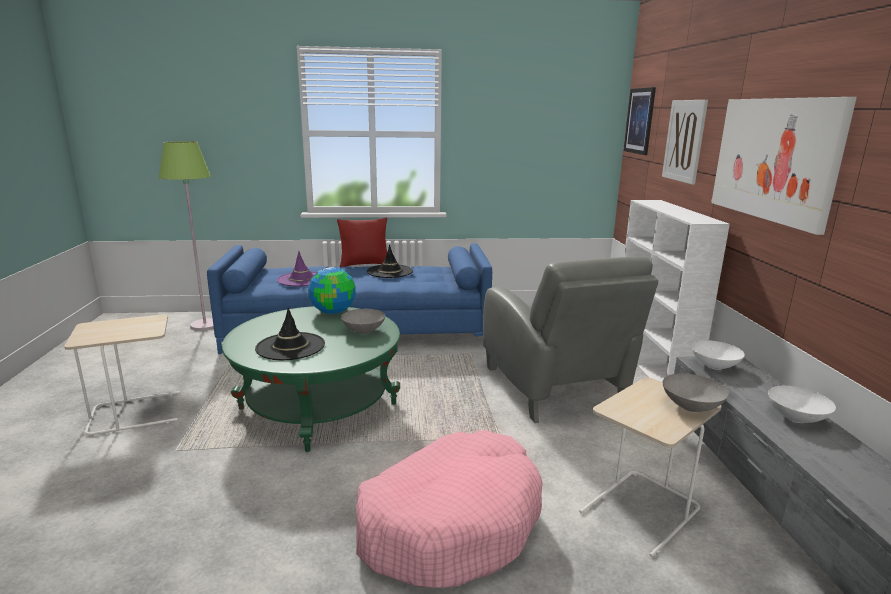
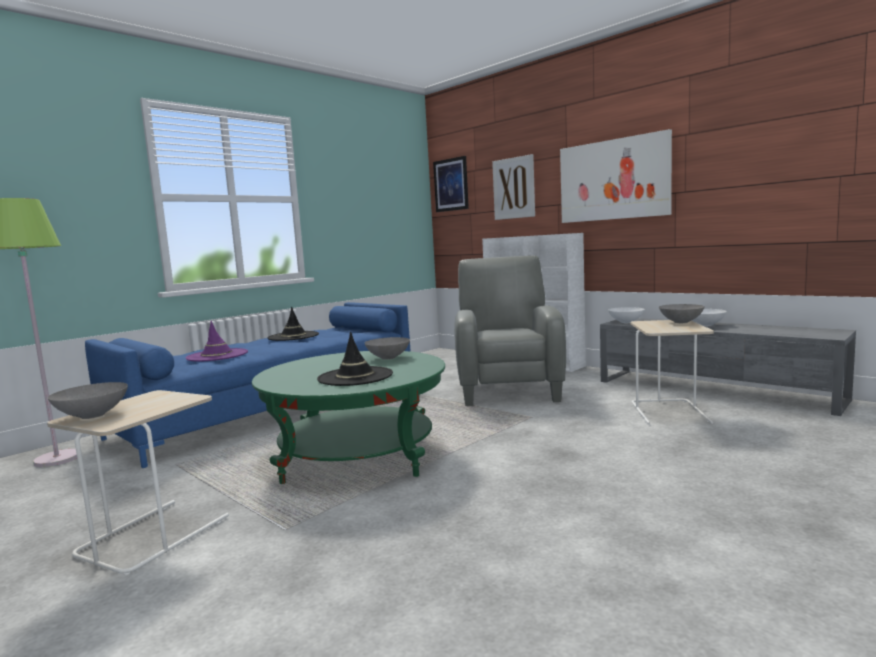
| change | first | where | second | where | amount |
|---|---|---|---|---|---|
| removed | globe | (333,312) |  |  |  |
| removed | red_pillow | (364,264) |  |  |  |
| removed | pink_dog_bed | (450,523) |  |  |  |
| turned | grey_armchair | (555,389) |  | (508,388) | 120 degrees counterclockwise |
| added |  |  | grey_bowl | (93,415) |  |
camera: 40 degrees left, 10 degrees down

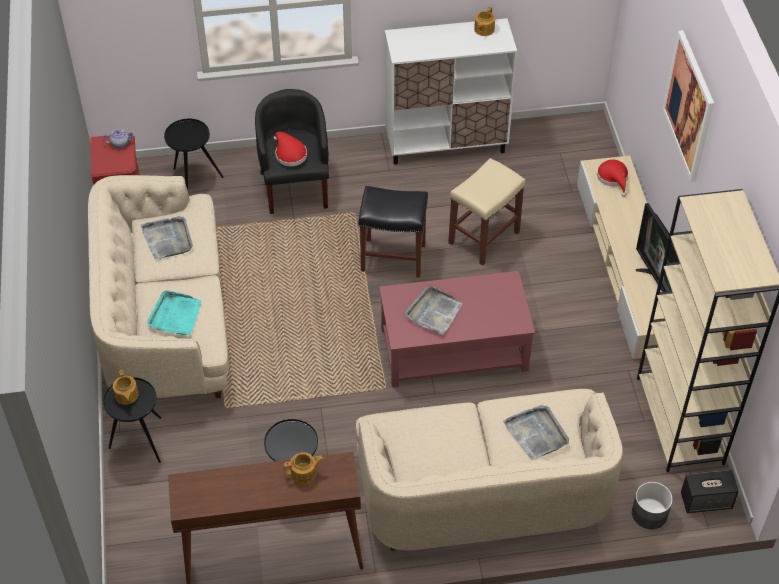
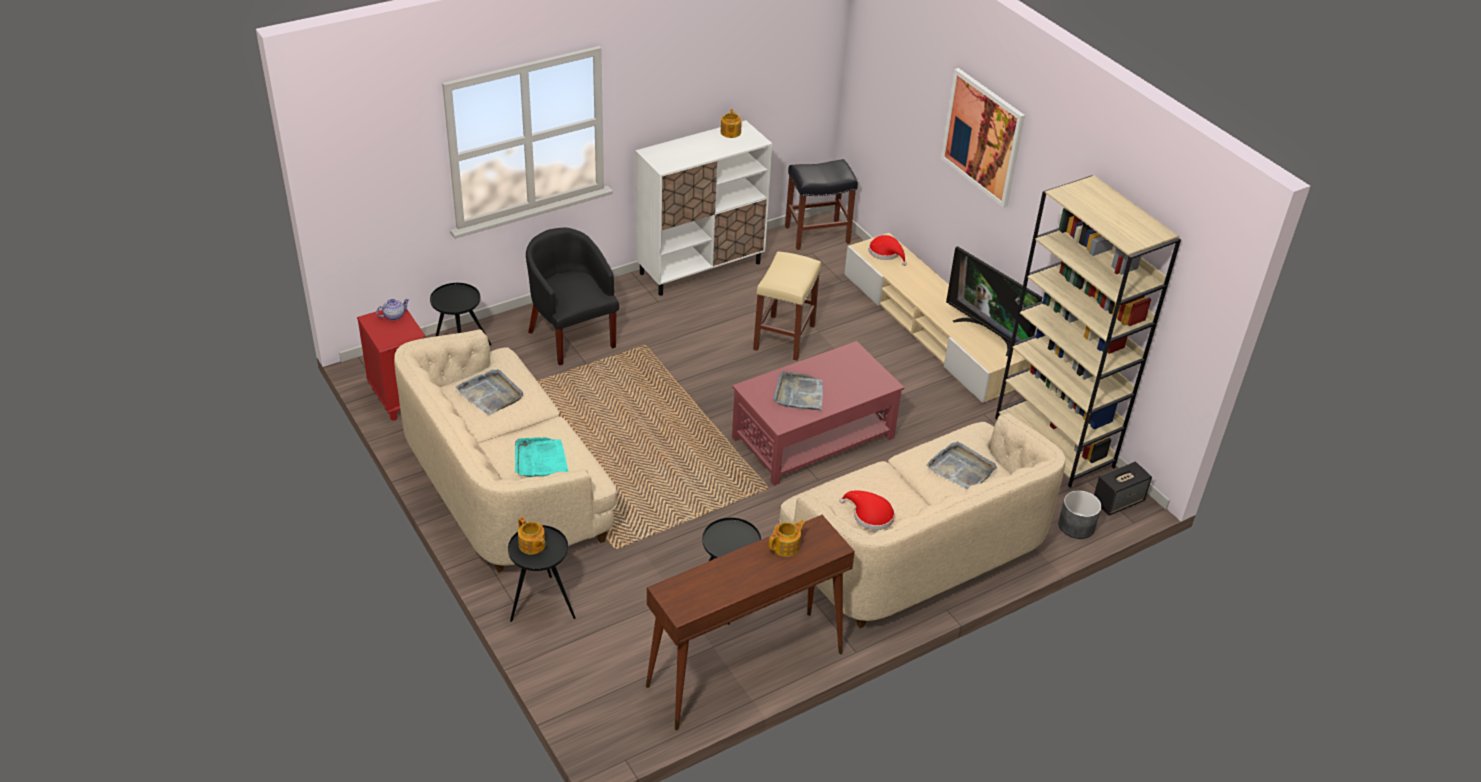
| change | first | where | second | where | amount |
|---|---|---|---|---|---|
| moved | red_hat | (289,154) |  | (870,515) |  |
| moved | black_stool | (394,257) |  | (818,234) |  |
camera: 25 degrees left, 10 degrees down

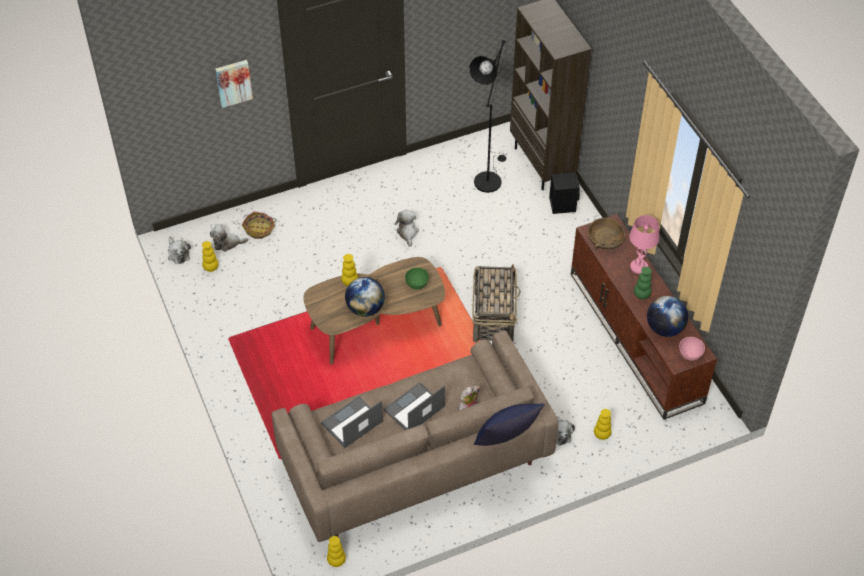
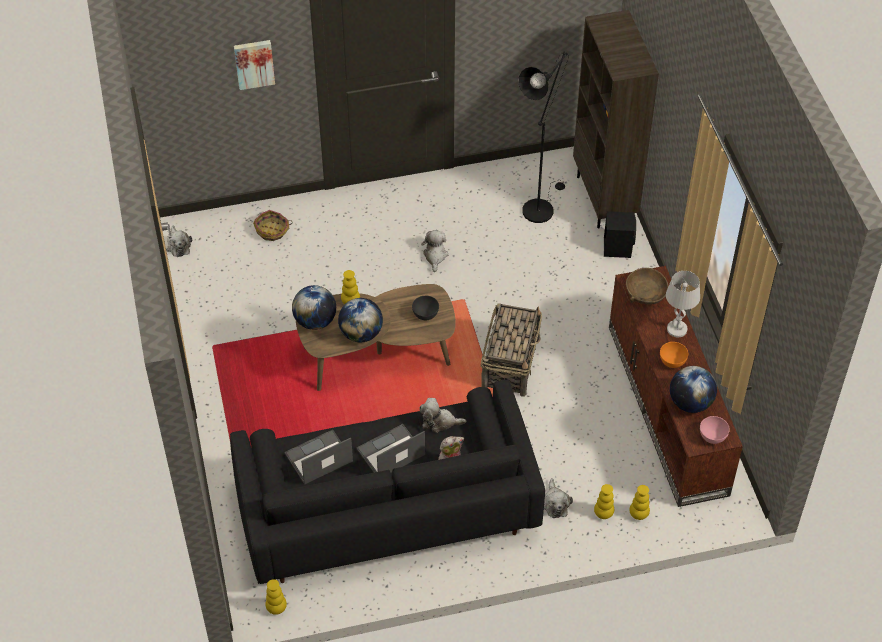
| change | first | where | second | where | amount |
|---|---|---|---|---|---|
| moved | yellow_vase | (211,268) |  | (638,514) |  |
| moved | plush_toy | (227,243) |  | (439,422) |  |
| recoloured | beige_sofa | (414,459) | black_sofa | (387,509) |  |
| recoloured | green_bowl | (417,284) | grey_bowl | (425,315) |  |
| removed | blue_pillow | (507,441) |  |  |  |
| recoloured | pink_table_lamp | (638,267) | white_table_lamp | (676,329) |  |
| replaced | green_vase | (641,295) | orange_bowl | (672,362) |  |
| added |  |  | globe | (315,321) |  |
camera: 10 degrees right, 0 degrees up

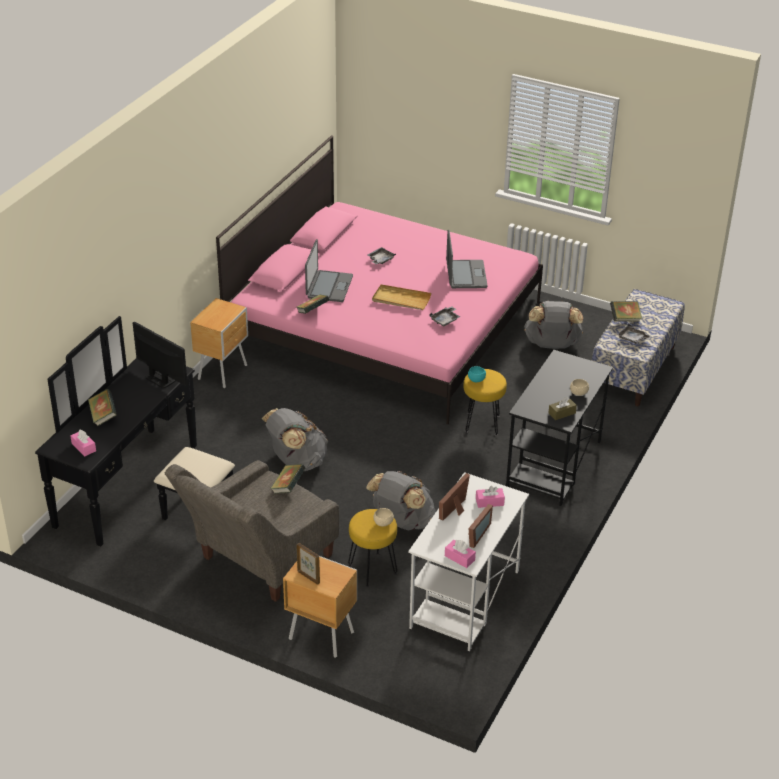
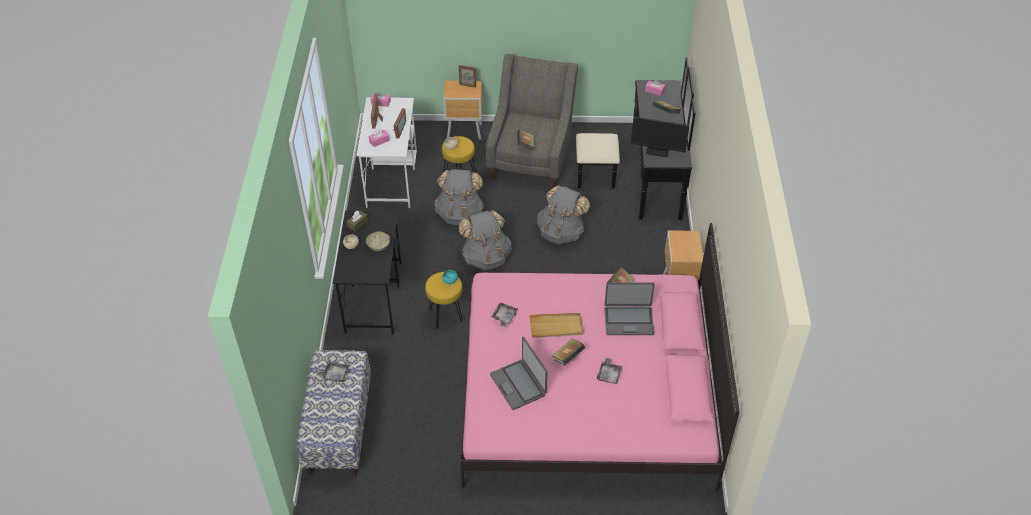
| change | first | where | second | where | amount |
|---|---|---|---|---|---|
| turned | laptop | (329,287) |  | (628,320) | 75 degrees counterclockwise |
| moved | grey_backpack | (552,345) |  | (486,257) |  |
| moved | book | (625,319) |  | (568,357) |  |
| added |  |  | bowl | (379,247) |  |
camera: 155 degrees right, 10 degrees up

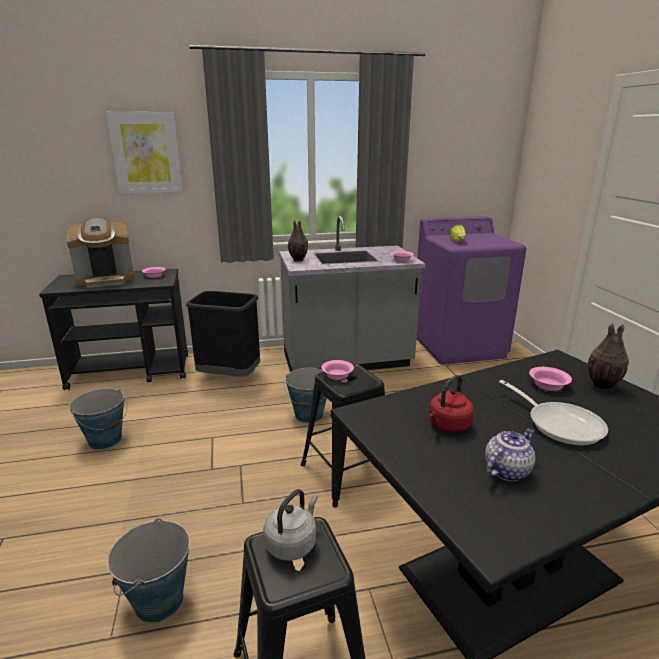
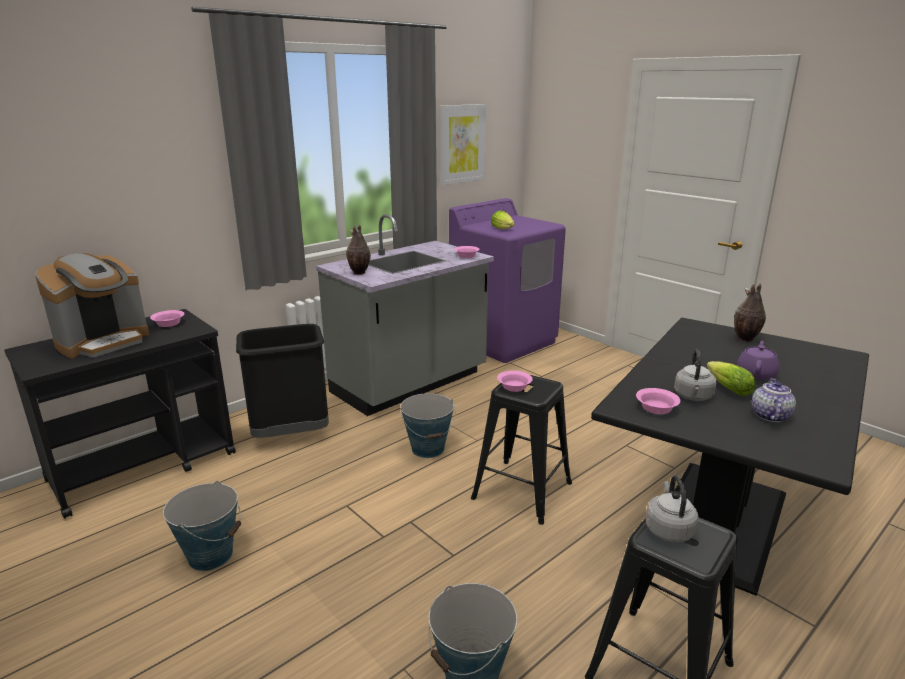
| change | first | where | second | where | amount |
|---|---|---|---|---|---|
| moved | picture | (146,153) |  | (461,144) |  |
| recoloured | red_kettle | (448,425) | grey_kettle | (693,397) |  |
| replaced | frying_pan | (559,424) | purple_teapot | (756,373) |  |
| moved | pink_bowl | (549,385) |  | (656,408) |  |
| added |  |  | lettuce | (726,388) |  |
camera: 30 degrees left, 0 degrees up

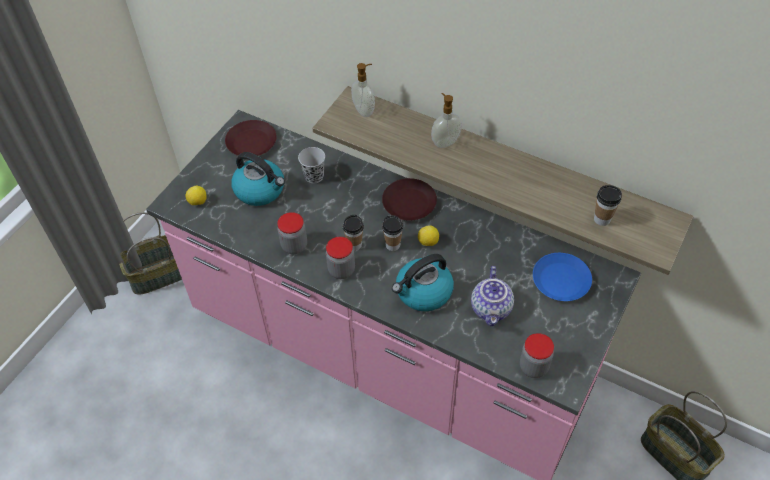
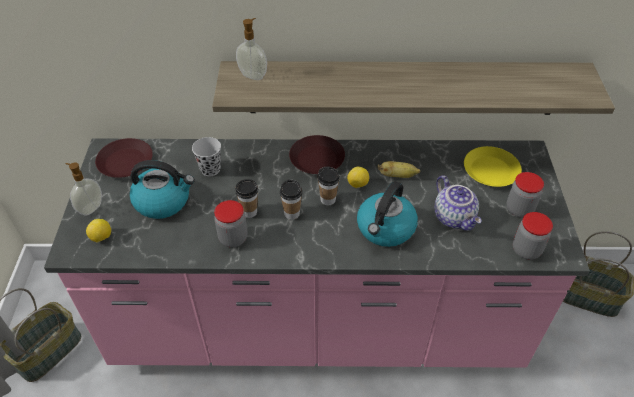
| change | first | where | second | where | amount |
|---|---|---|---|---|---|
| moved | jar | (341,270) |  | (519,209) |  |
| moved | soap_dispenser | (445,142) |  | (90,208) |  |
| recoloured | blue_plate | (561,280) | yellow_plate | (491,170) |  |
| moved | cup | (602,219) |  | (249,212) |  |
| added |  |  | banana | (397,176) |  |
camera: 30 degrees left, 5 degrees down

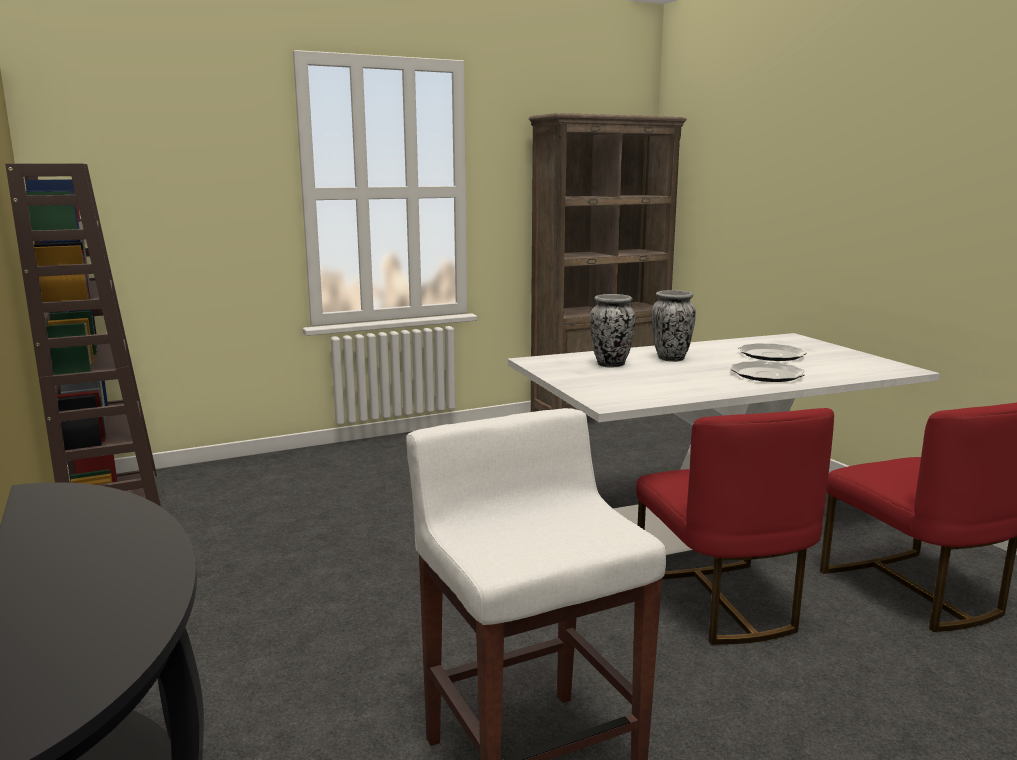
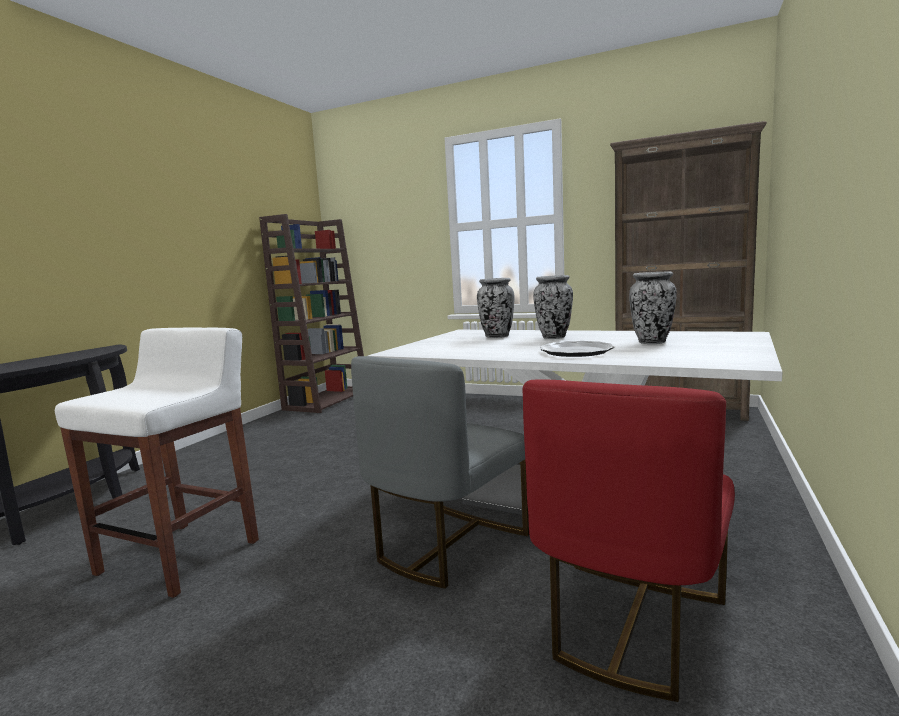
| change | first | where | second | where | amount |
|---|---|---|---|---|---|
| recoloured | red_chair | (721,603) | grey_chair | (447,545) |  |
| replaced | plate | (772,355) | vase | (652,342) |  |
camera: 50 degrees right, 5 degrees down

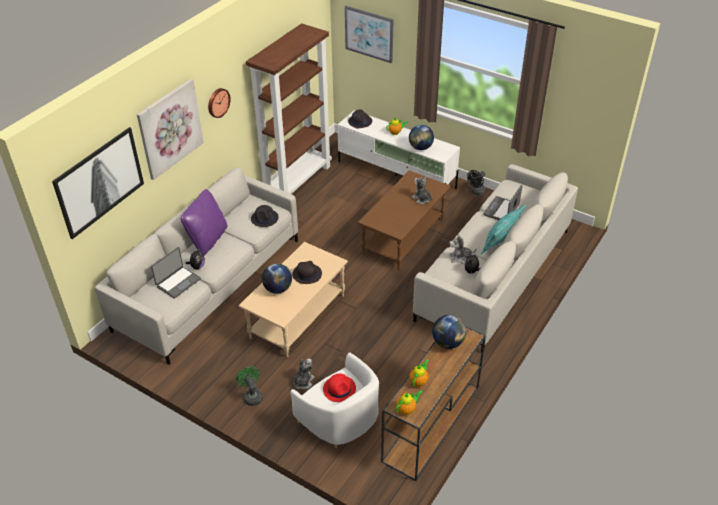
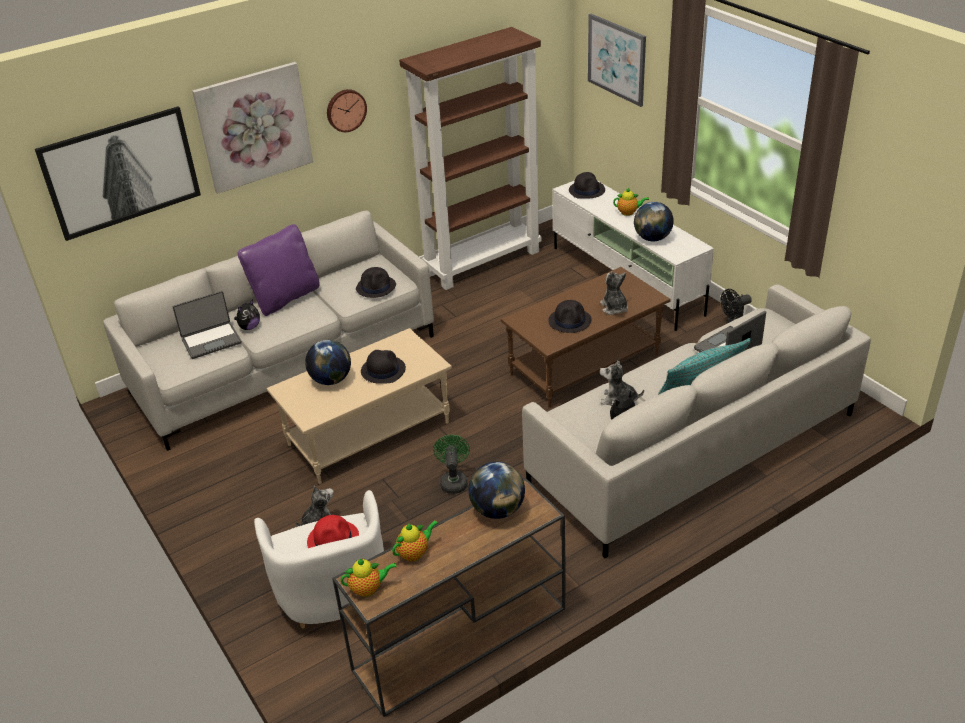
| change | first | where | second | where | amount |
|---|---|---|---|---|---|
| moved | green_fan | (252,396) |  | (453,481) |  |
| added |  |  | black_hat | (570,321) |  |
camera: 25 degrees right, 5 degrees down

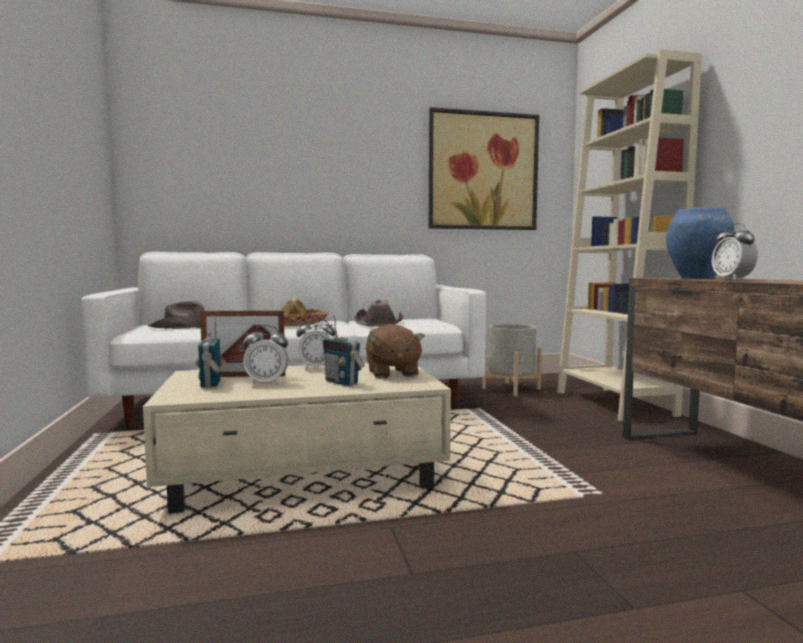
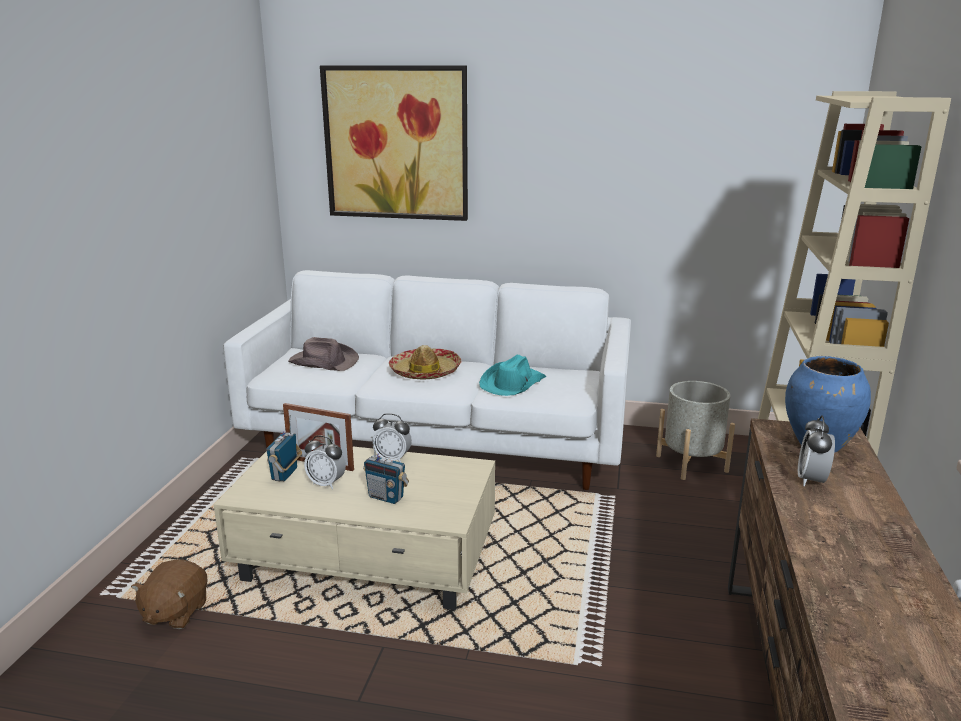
| change | first | where | second | where | amount |
|---|---|---|---|---|---|
| turned | radio | (342,382) |  | (386,497) | 45 degrees counterclockwise |
| recoloured | brown_hat | (379,323) | turquoise_hat | (512,383) |  |
| moved | brown_plush_toy | (392,373) |  | (175,612) |  |
| moved | picture | (483,171) |  | (396,143) |  |
camera: 25 degrees right, 15 degrees up

